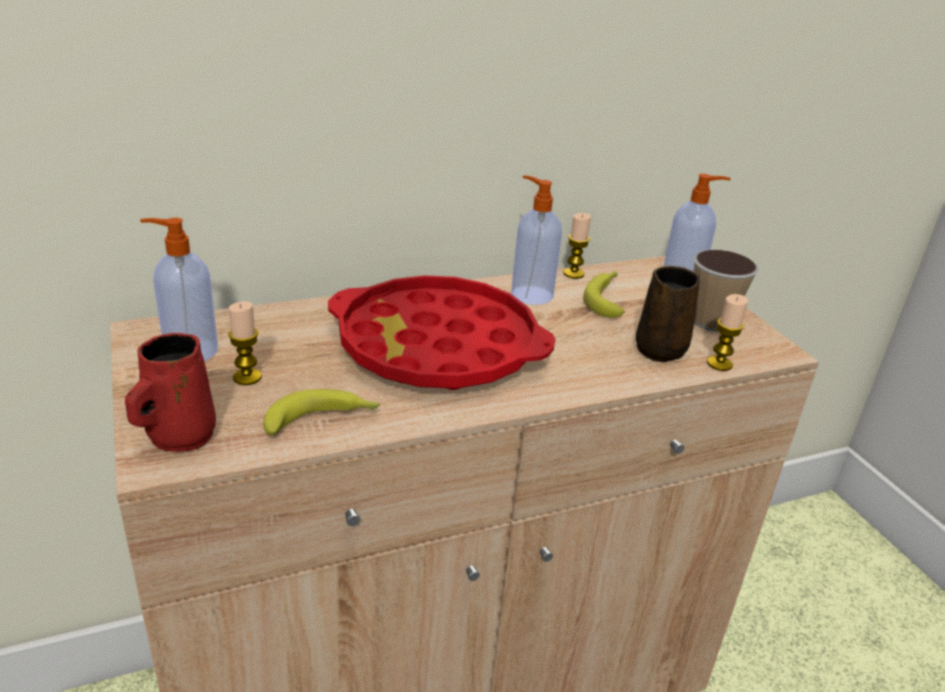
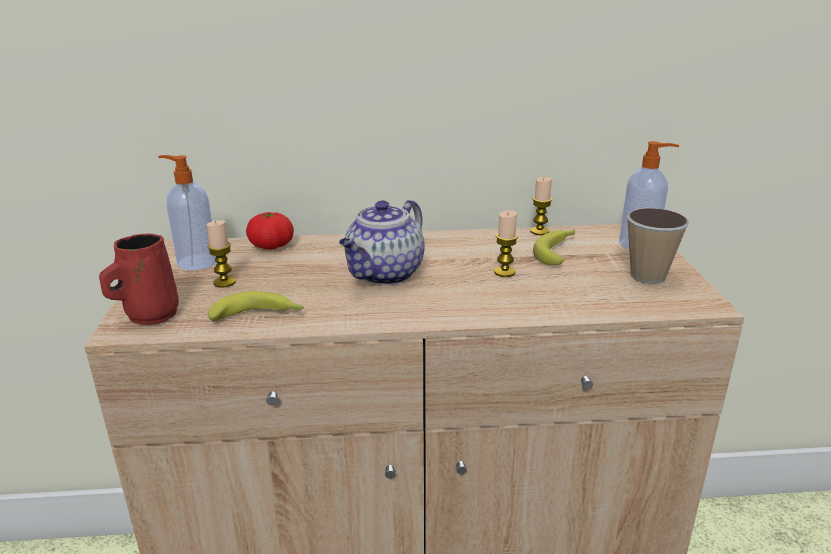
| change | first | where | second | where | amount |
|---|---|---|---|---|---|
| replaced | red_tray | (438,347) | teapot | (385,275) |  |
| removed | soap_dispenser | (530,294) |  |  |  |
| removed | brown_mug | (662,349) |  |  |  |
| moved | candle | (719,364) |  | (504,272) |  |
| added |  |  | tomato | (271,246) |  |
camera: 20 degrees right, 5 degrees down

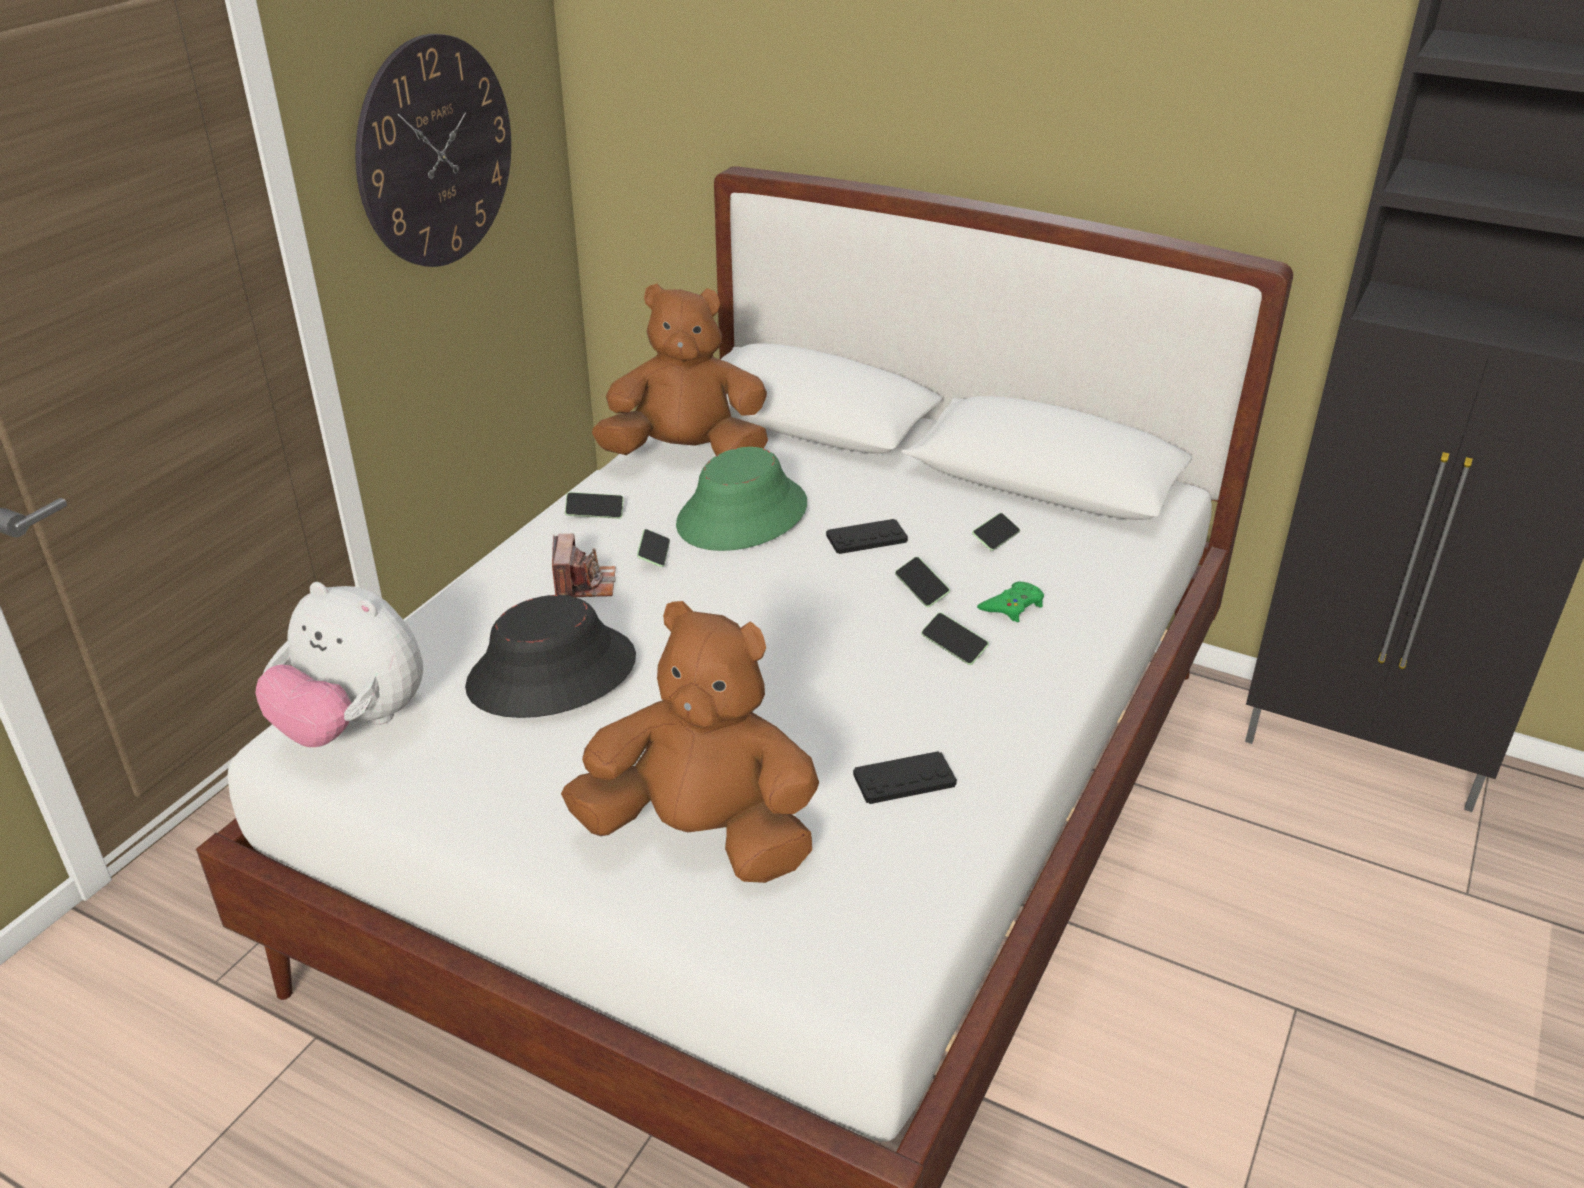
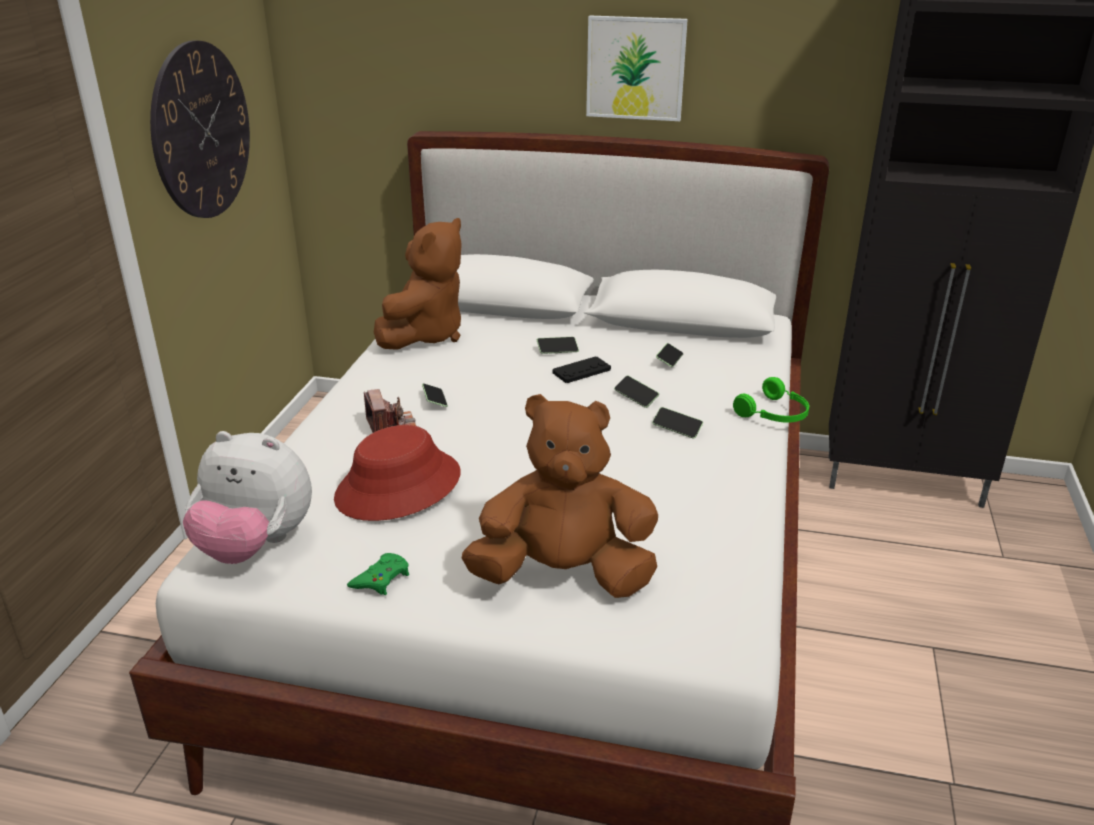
| change | first | where | second | where | amount |
|---|---|---|---|---|---|
| recoloured | black_hat | (552,673) | red_hat | (398,487) |  |
| moved | phone | (595,512) |  | (557,350) |  |
| turned | brown_plush_toy | (686,454) |  | (425,335) | 135 degrees clockwise |
| removed | green_hat | (742,515) |  |  |  |
| removed | black_game_controller | (904,779) |  |  |  |
| moved | green_game_controller | (1012,606) |  | (381,579) |  |
| added |  |  | picture | (635,68) |  |
| added |  |  | green_headphones | (775,414) |  |
camera: 15 degrees left, 5 degrees down

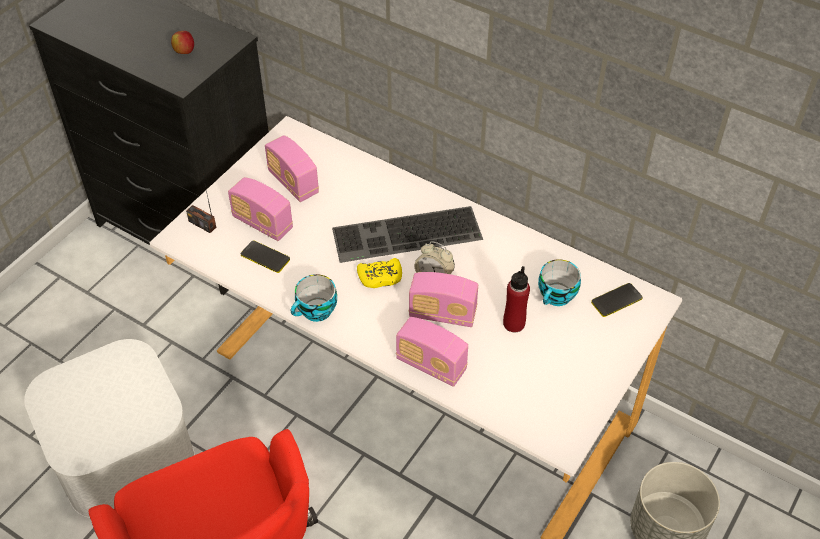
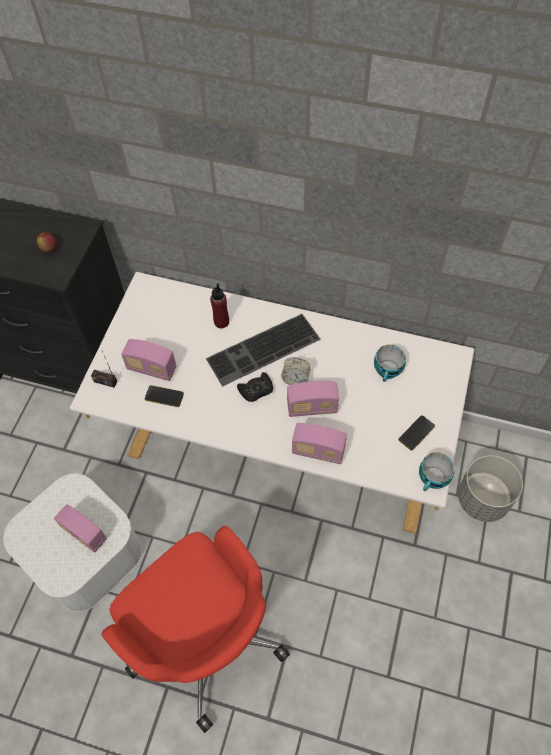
| change | first | where | second | where | amount |
|---|---|---|---|---|---|
| moved | radio | (293,183) |  | (84,533) |  |
| moved | cup | (316,312) |  | (433,479) |  |
| recoloured | yellow_game_controller | (380,277) | black_game_controller | (256,390) |  |
| moved | red_bottle | (514,323) |  | (221,322) |  |
| moved | phone | (616,300) |  | (416,433) |  |
camera: 15 degrees left, 10 degrees up

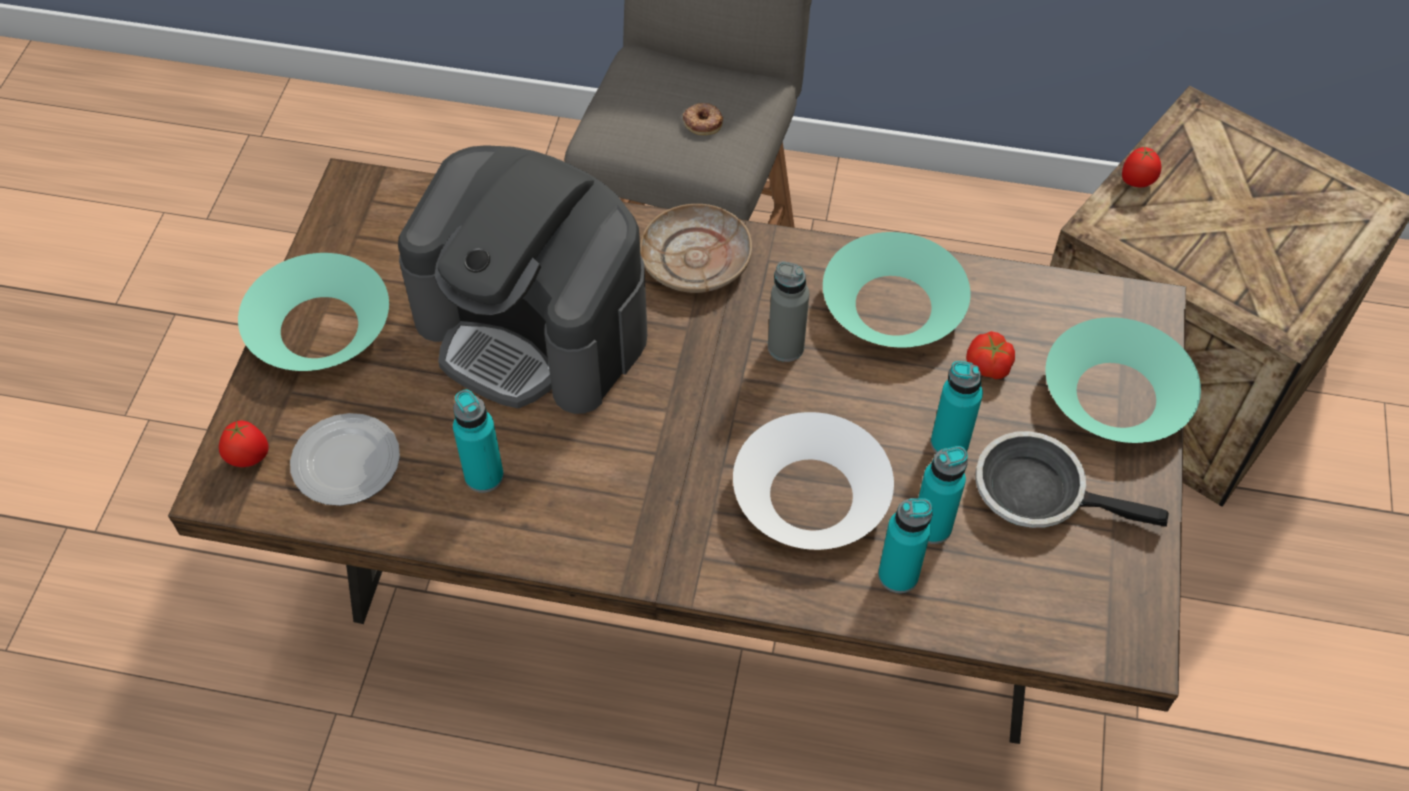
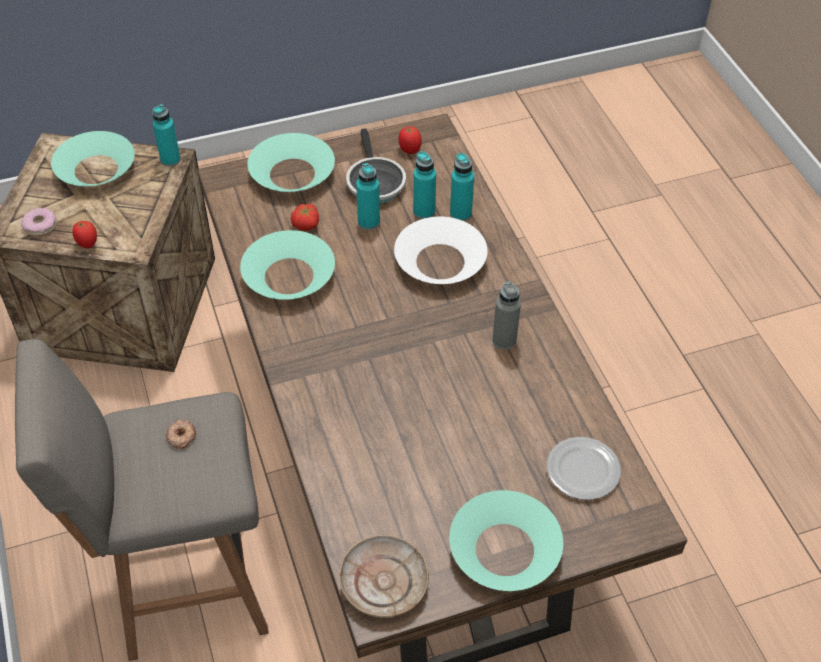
| change | first | where | second | where | amount |
|---|---|---|---|---|---|
| moved | tomato | (249,459) |  | (409,150) |  |
| removed | coffee_machine | (534,327) |  |  |  |
| moved | turquoise_bottle | (484,476) |  | (170,160) |  |
| moved | beige_plate | (696,260) |  | (384,582) |  |
| moved | grey_bottle | (785,347) |  | (504,340) |  |
| added |  |  | donut | (40,226) |  |
| added |  |  | turquoise_bowl | (95,169) |  |
camera: 120 degrees left, 5 degrees down

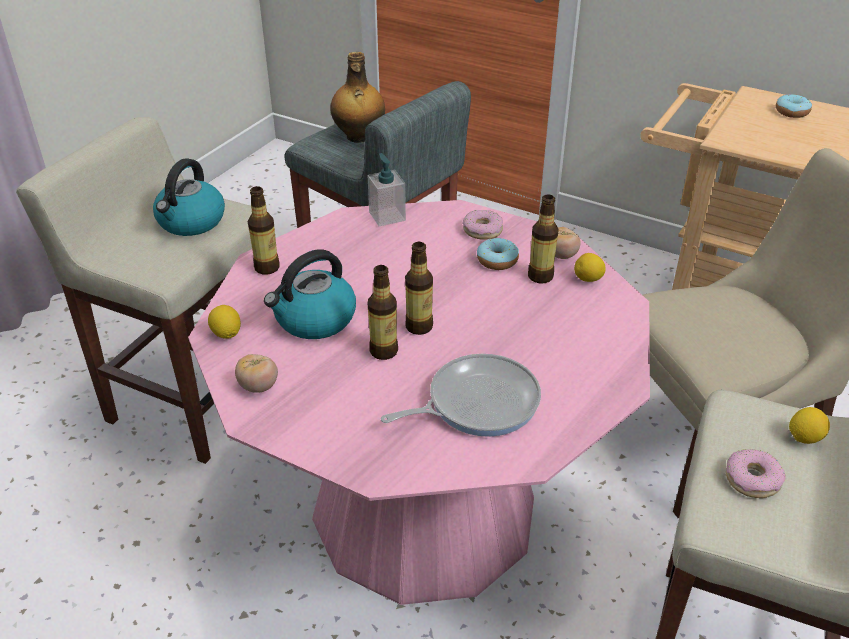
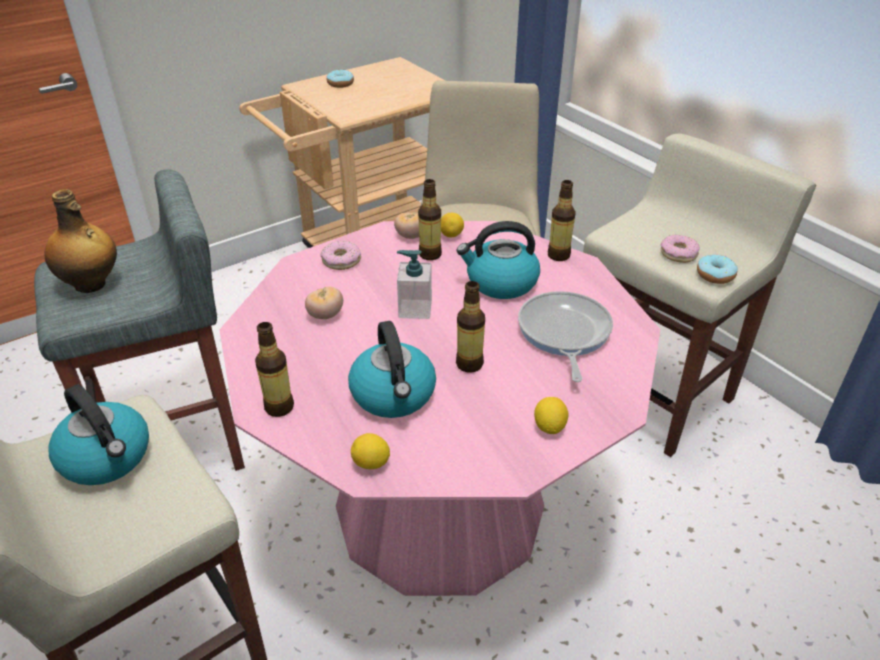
| change | first | where | second | where | amount |
|---|---|---|---|---|---|
| moved | tomato | (258,386) |  | (325,315) |  |
| moved | soap_dispenser | (387,216) |  | (415,309) |  |
| moved | bottle | (419,326) |  | (558,255) |  |
| moved | donut | (497,261) |  | (715,275) |  |
| moved | lemon | (804,437) |  | (549,427) |  |
| added |  |  | kettle | (500,283) |  |
camera: 65 degrees left, 0 degrees up

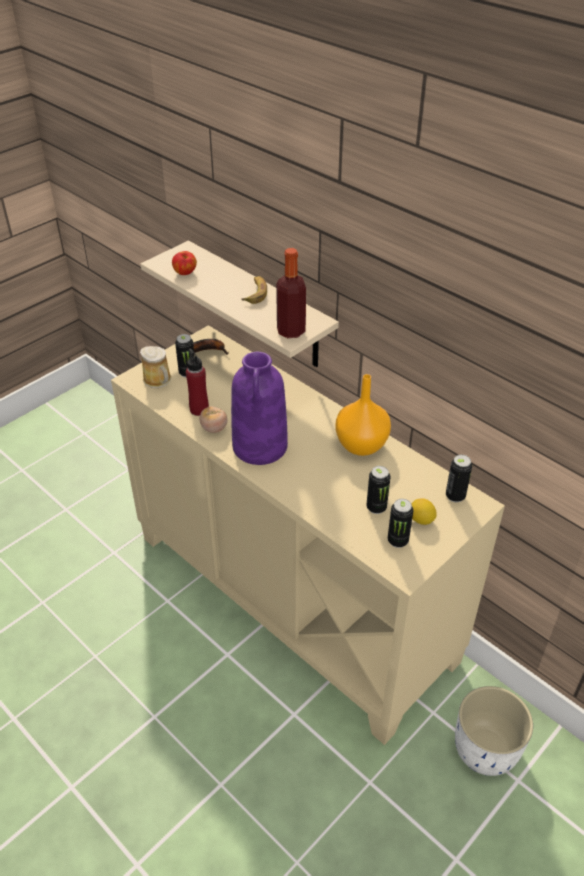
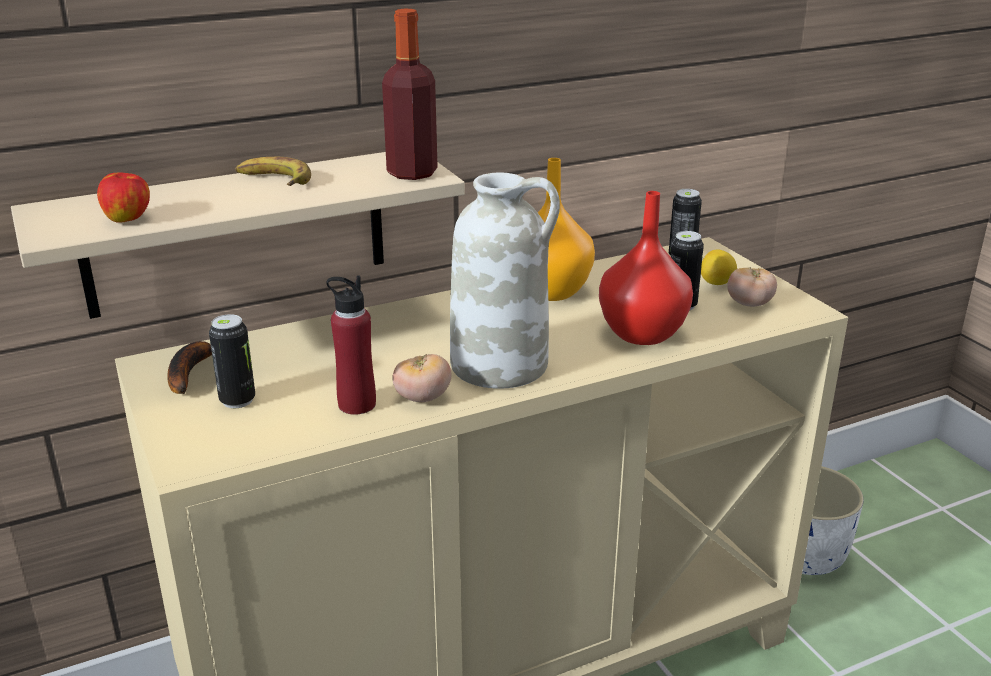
| change | first | where | second | where | amount |
|---|---|---|---|---|---|
| removed | mug | (158,381) |  |  |  |
| recoloured | purple_vase | (260,447) | white_vase | (501,364) |  |
| replaced | can | (398,541) | tomato | (749,304) |  |
| added |  |  | red_vase | (644,334) |  |
camera: 70 degrees left, 15 degrees down

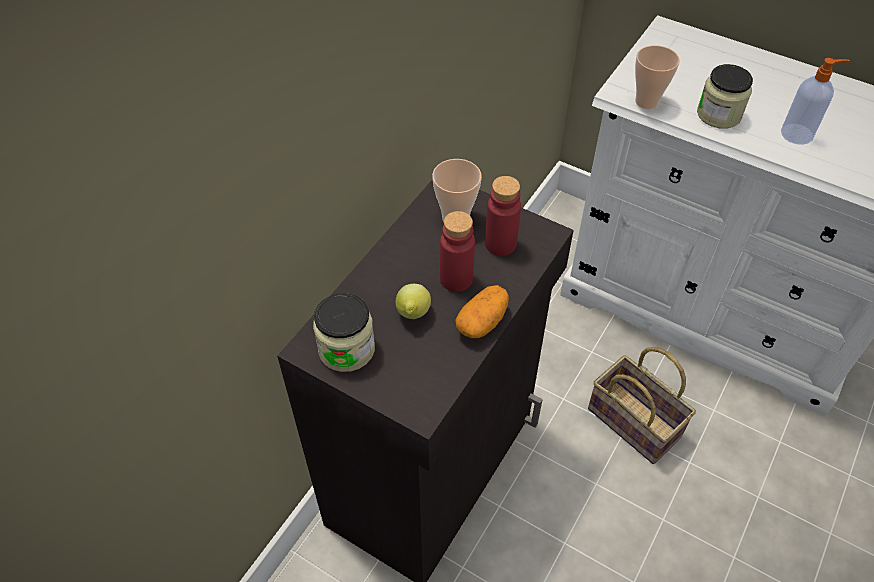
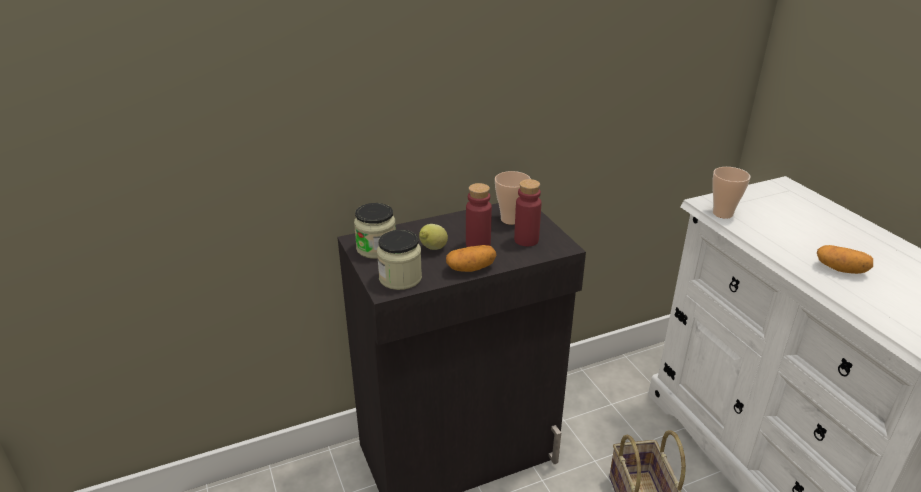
| change | first | where | second | where | amount |
|---|---|---|---|---|---|
| moved | jar | (718,115) |  | (400,278) |  |
| replaced | soap_dispenser | (798,134) | potato | (840,269) |  |
camera: 35 degrees right, 20 degrees down

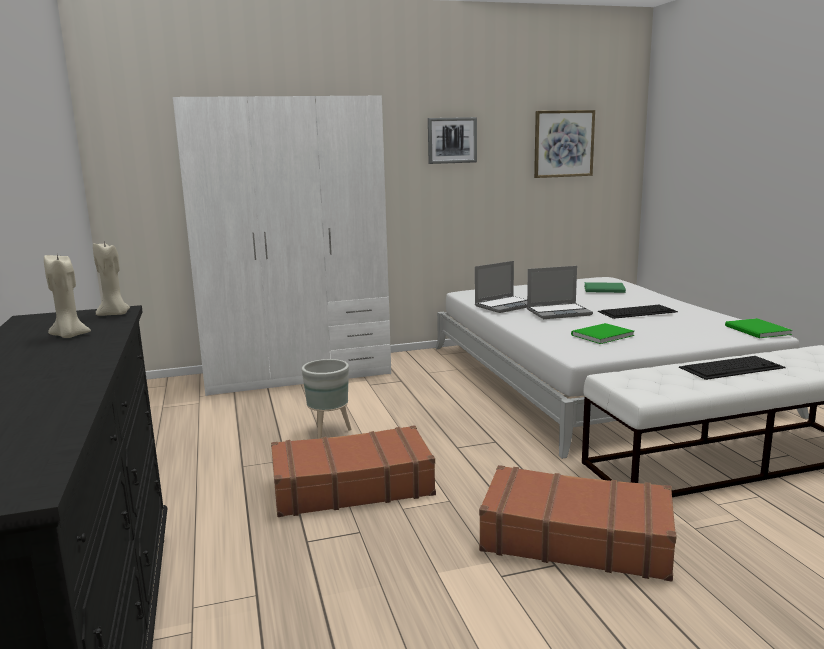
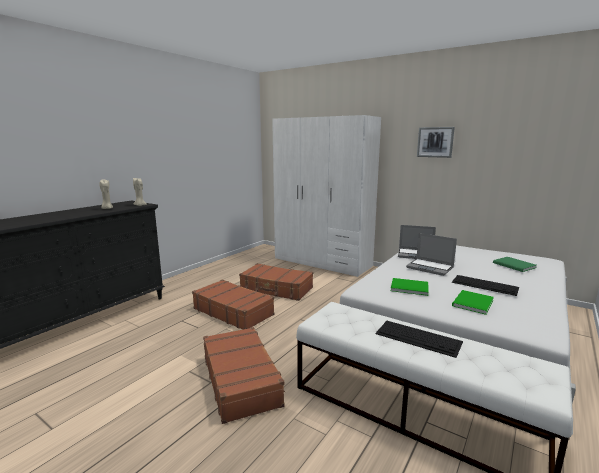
| change | first | where | second | where | amount |
|---|---|---|---|---|---|
| replaced | grey_planter | (329,431) | brown_suitcase | (276,289) |  |
| removed | picture | (563,144) |  |  |  |
| moved | green_book | (757,331) |  | (471,303) |  |
camera: 50 degrees right, 0 degrees up

